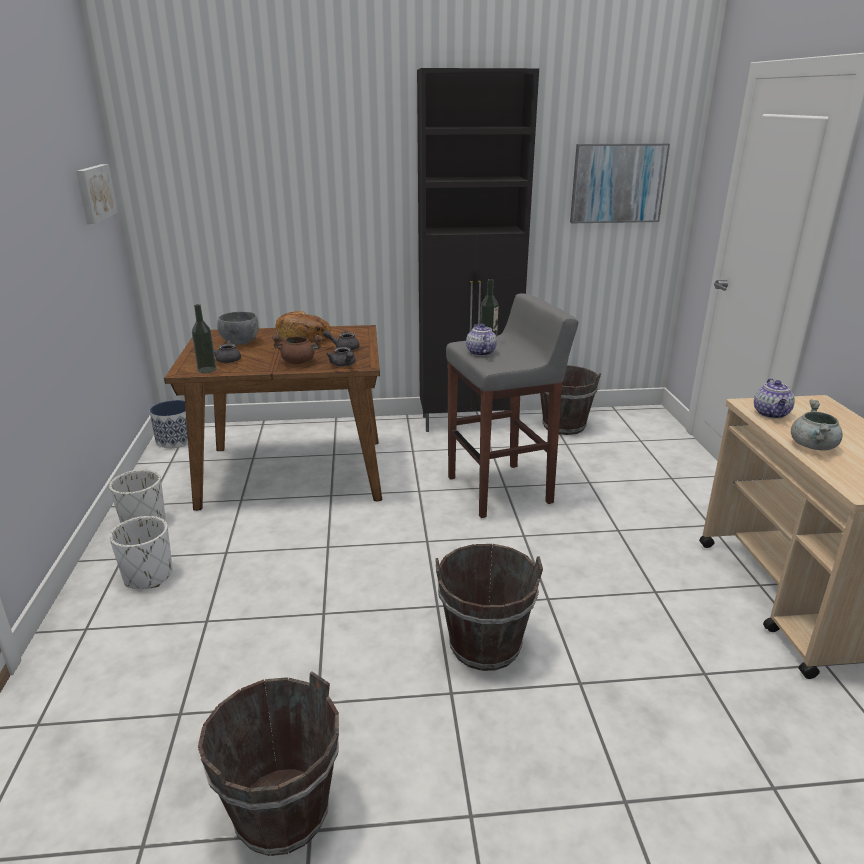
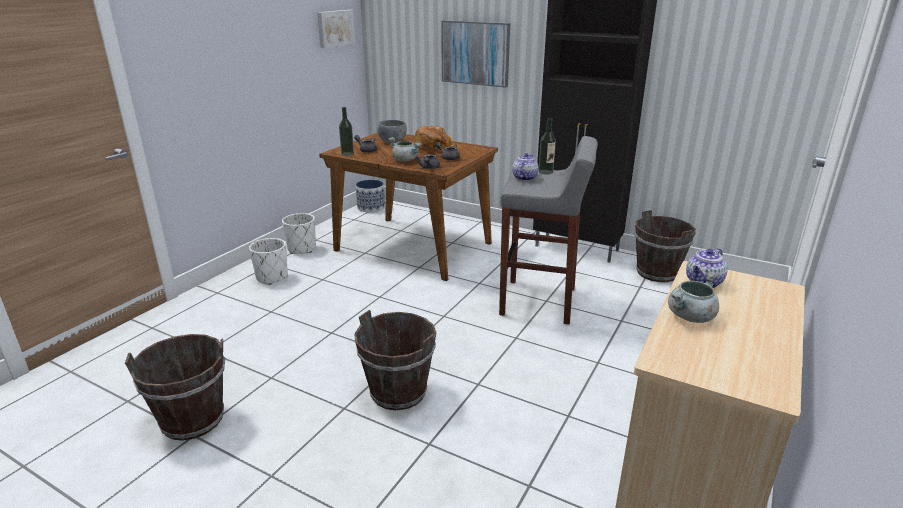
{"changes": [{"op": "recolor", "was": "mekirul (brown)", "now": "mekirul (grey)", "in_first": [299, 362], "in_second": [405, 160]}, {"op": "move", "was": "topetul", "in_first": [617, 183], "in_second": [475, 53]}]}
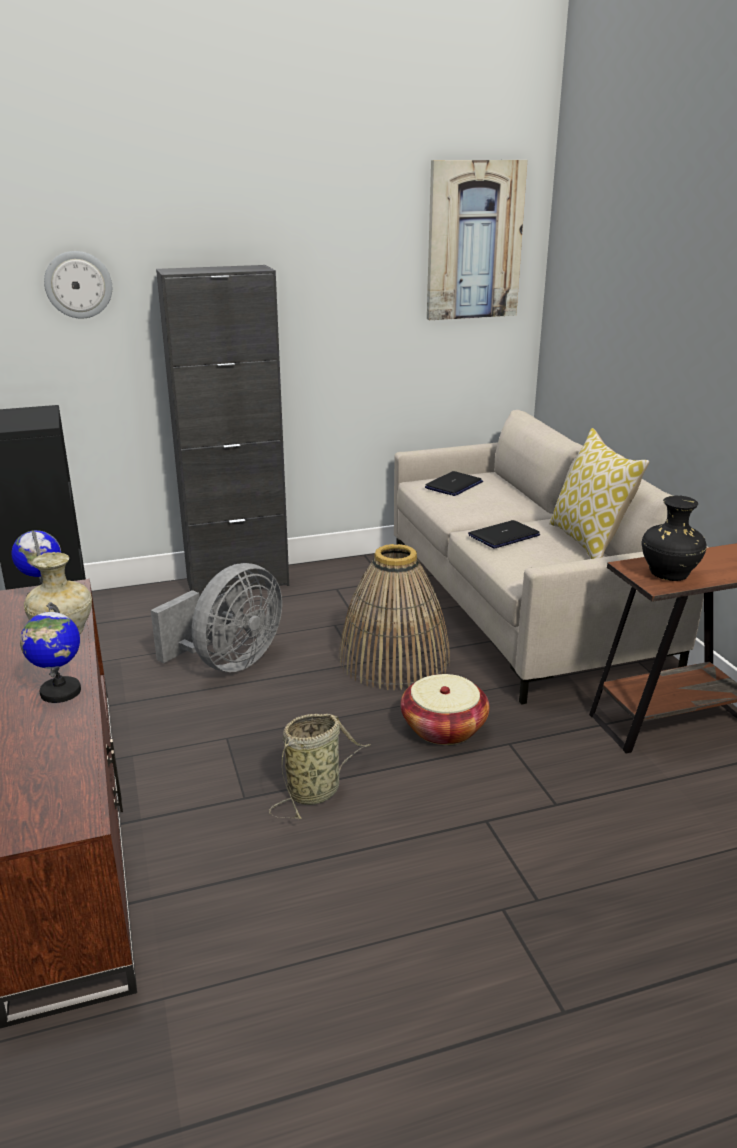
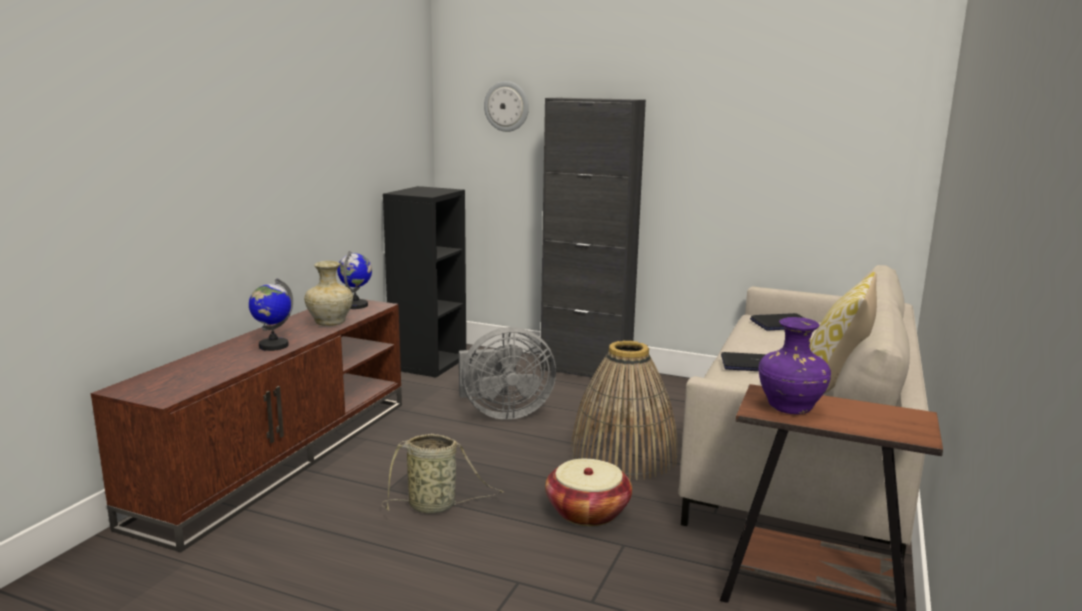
{"changes": [{"op": "recolor", "was": "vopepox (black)", "now": "vopepox (purple)", "in_first": [668, 575], "in_second": [789, 408]}, {"op": "delete", "was": "topetul", "in_first": [474, 241]}]}
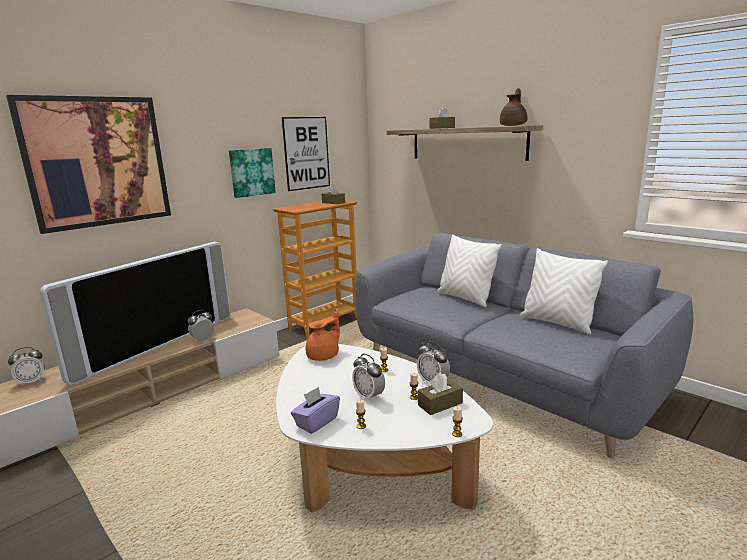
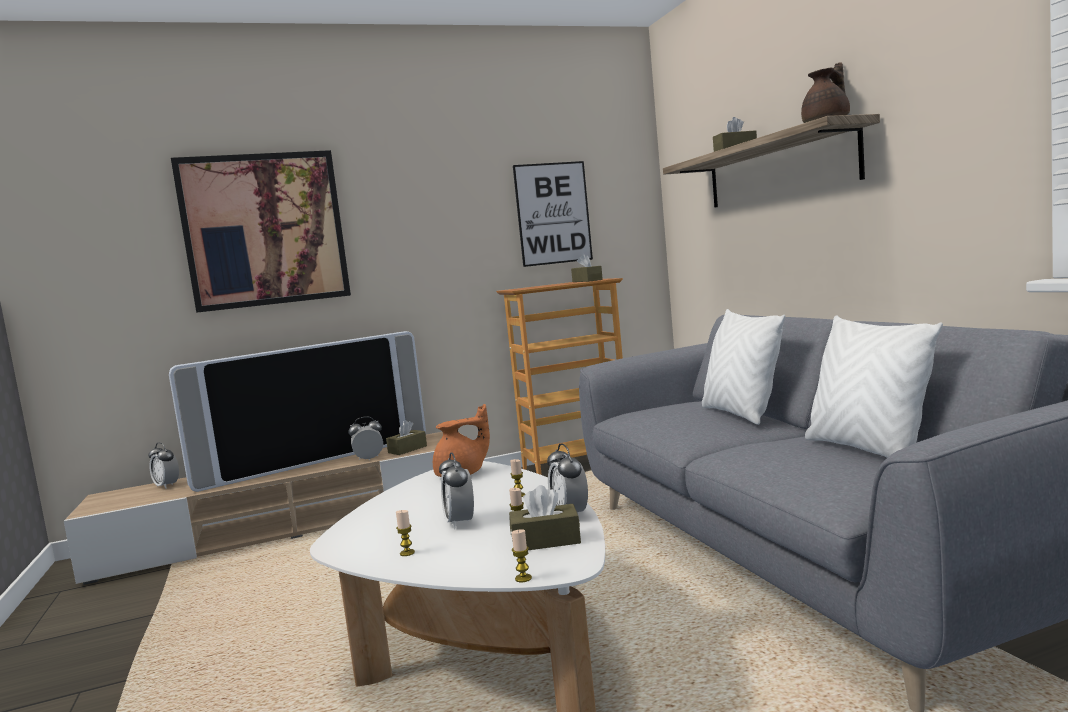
{"changes": [{"op": "rotate", "was": "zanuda", "in_first": [32, 381], "in_second": [167, 486], "clockwise": 45}, {"op": "insert", "now": "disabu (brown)", "in_second": [407, 449]}, {"op": "delete", "was": "topetul", "in_first": [251, 172]}, {"op": "delete", "was": "disabu (purple)", "in_first": [316, 422]}]}
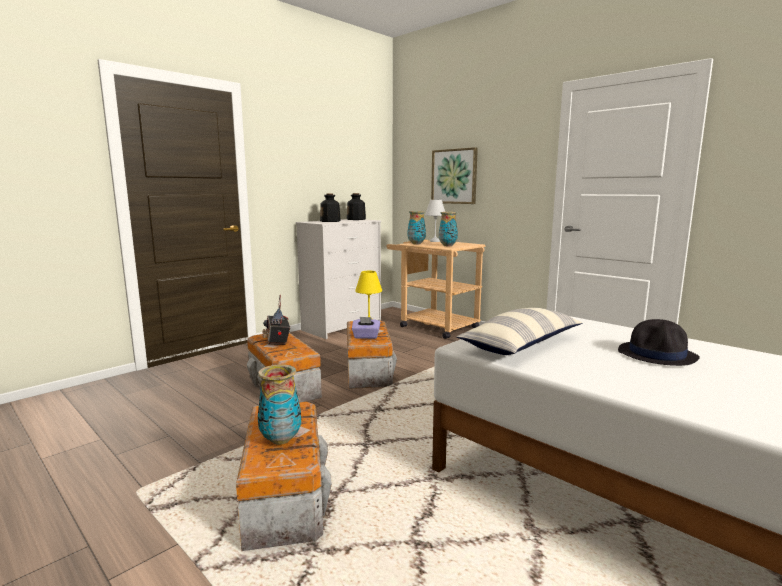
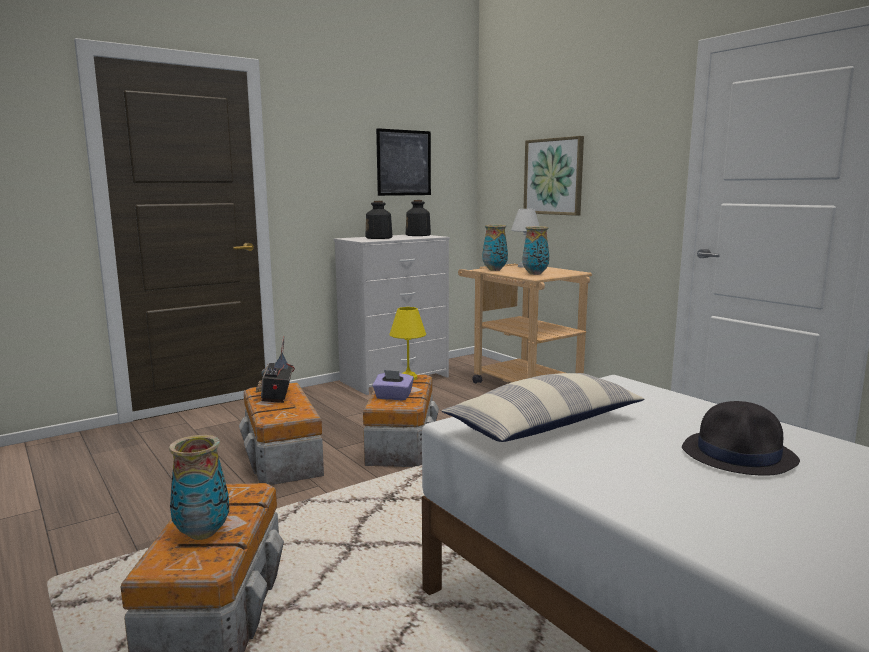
{"changes": [{"op": "insert", "now": "topetul", "in_second": [404, 163]}]}
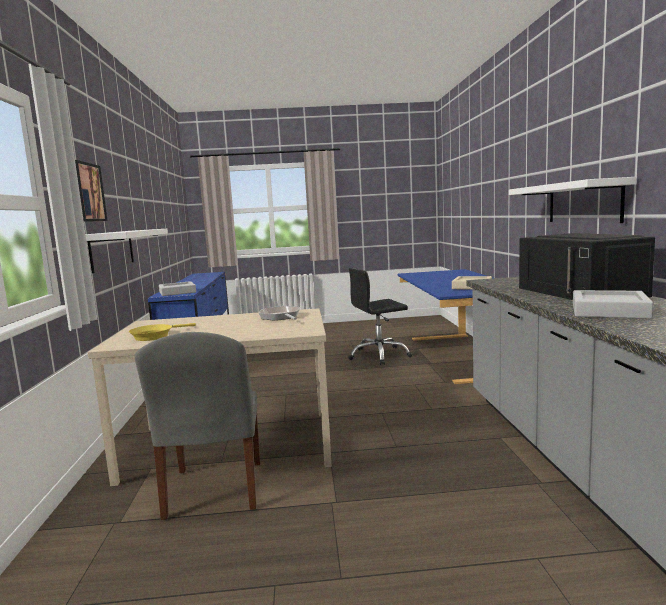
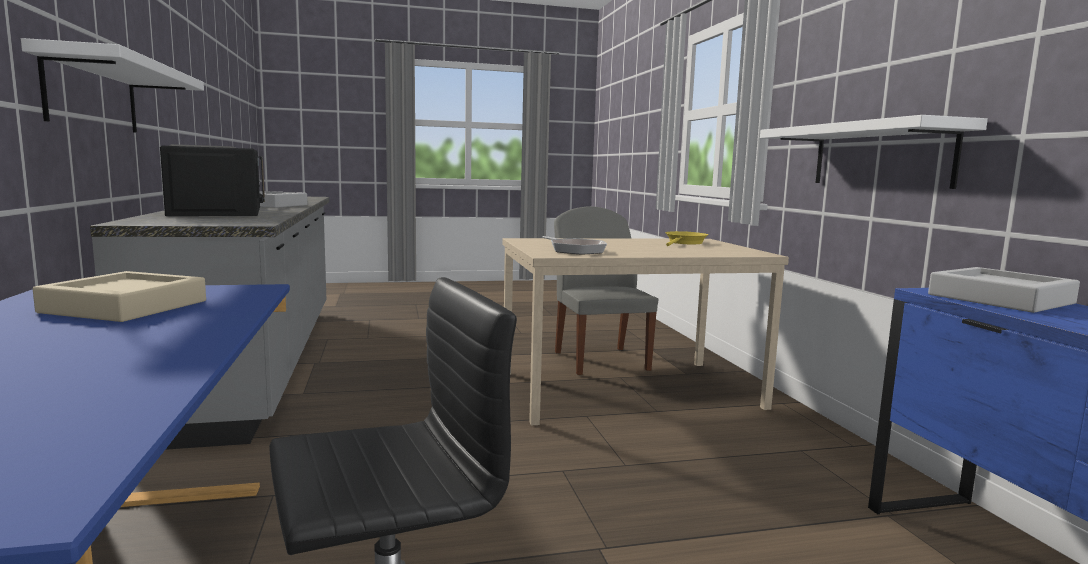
{"changes": [{"op": "delete", "was": "topetul", "in_first": [85, 192]}]}
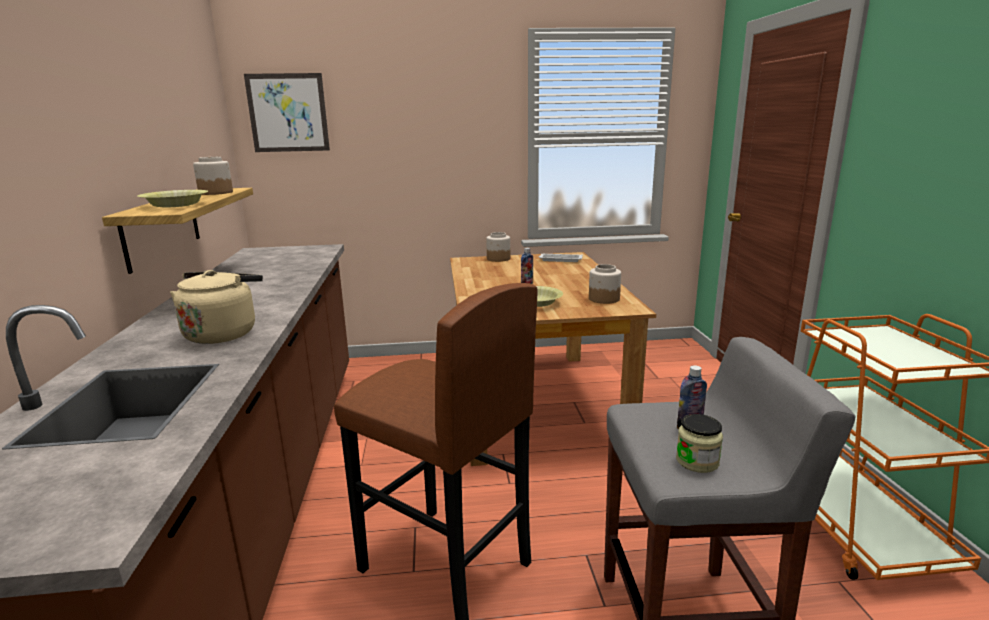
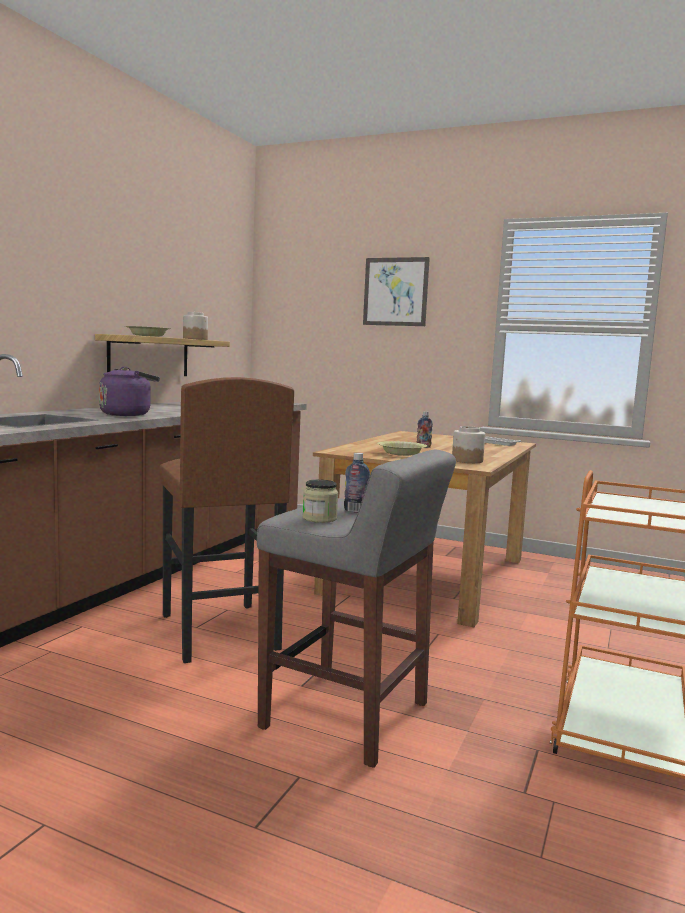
{"changes": [{"op": "recolor", "was": "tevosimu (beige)", "now": "tevosimu (purple)", "in_first": [223, 333], "in_second": [128, 414]}, {"op": "move", "was": "topetul", "in_first": [288, 113], "in_second": [395, 291]}, {"op": "delete", "was": "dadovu", "in_first": [498, 259]}]}
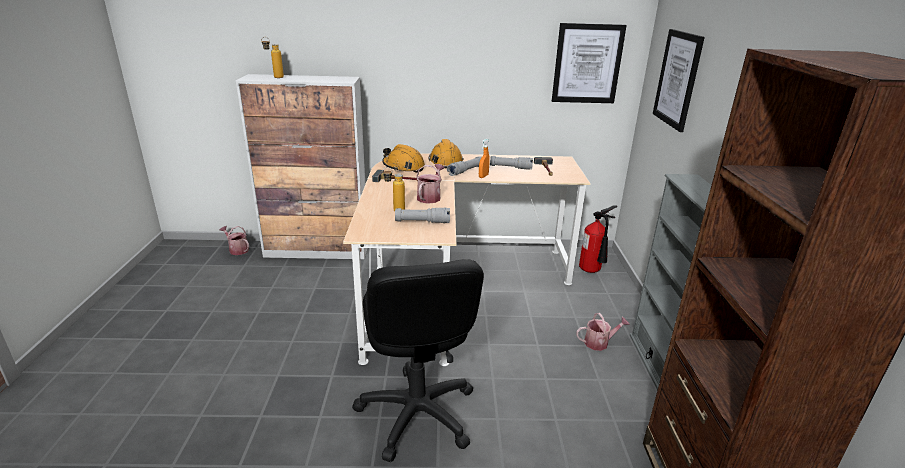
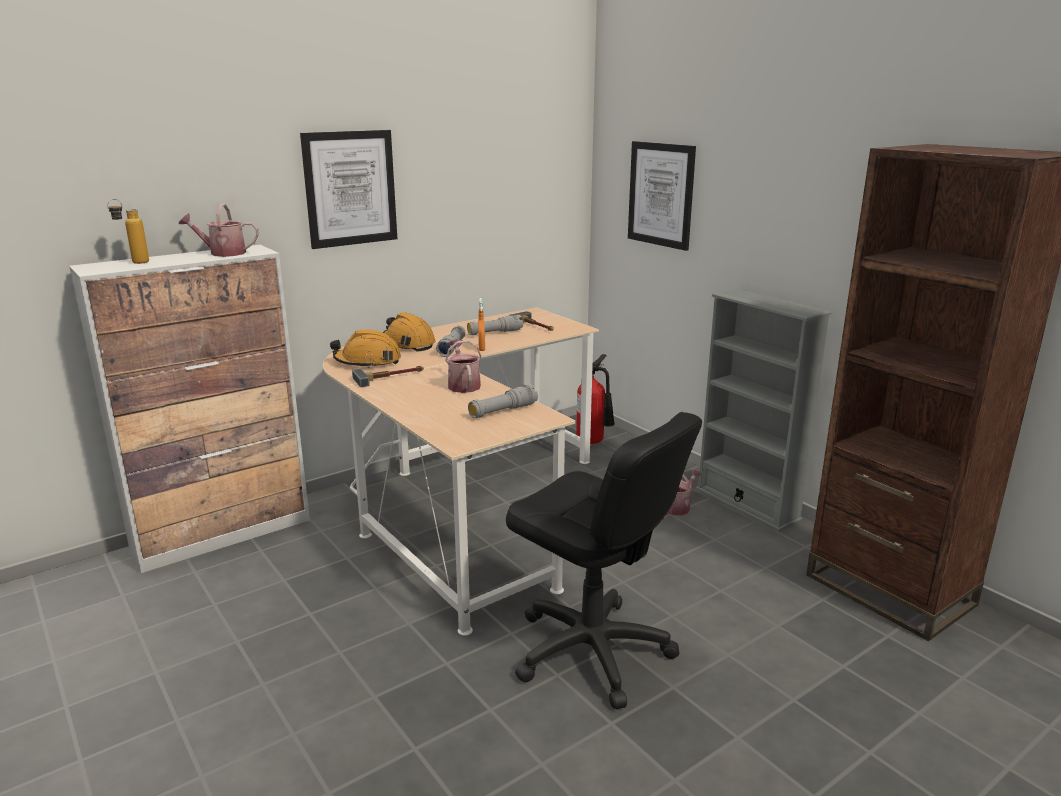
{"changes": [{"op": "move", "was": "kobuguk", "in_first": [237, 250], "in_second": [223, 253]}, {"op": "move", "was": "topetul", "in_first": [587, 64], "in_second": [350, 188]}, {"op": "delete", "was": "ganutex", "in_first": [394, 210]}]}
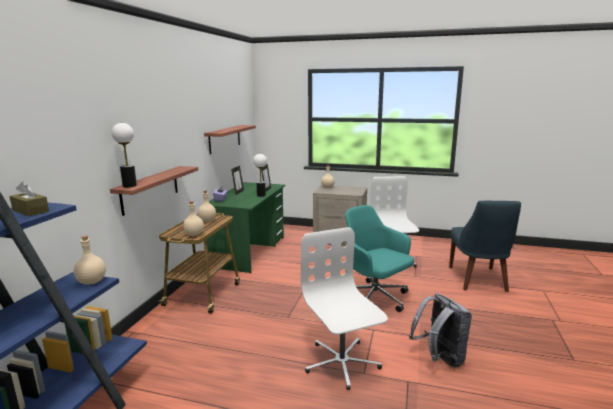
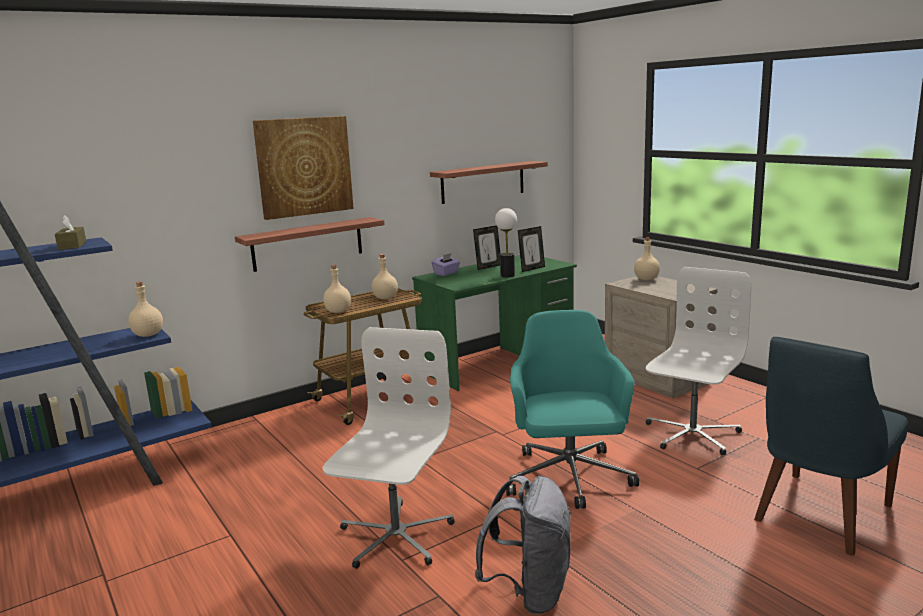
{"changes": [{"op": "insert", "now": "topetul", "in_second": [304, 166]}, {"op": "delete", "was": "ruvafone", "in_first": [129, 185]}]}
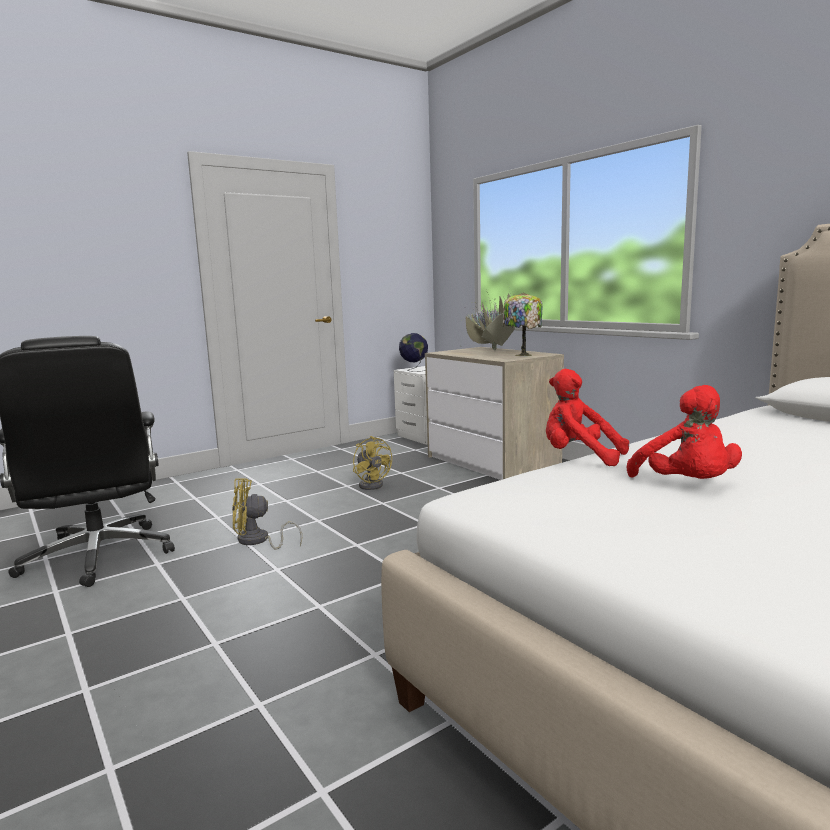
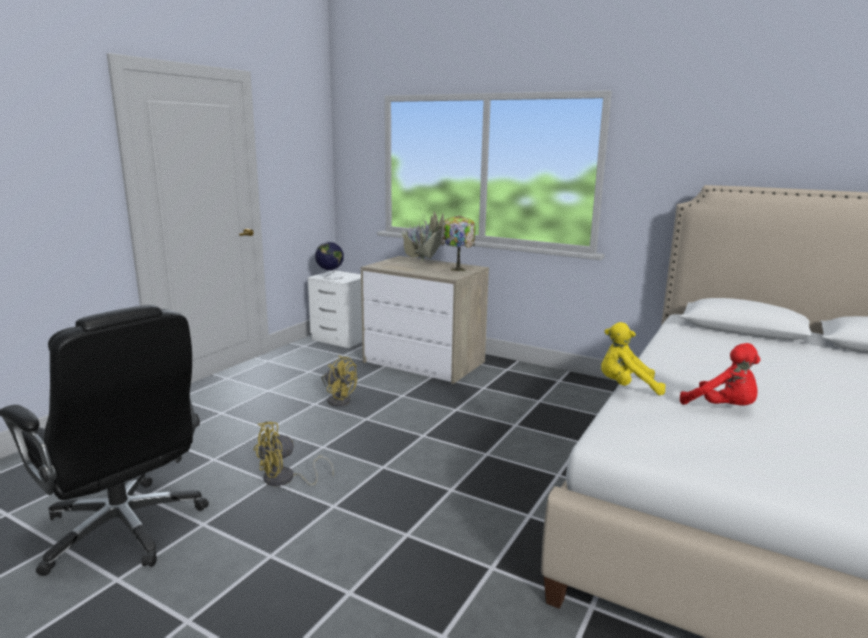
{"changes": [{"op": "recolor", "was": "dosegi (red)", "now": "dosegi (yellow)", "in_first": [579, 457], "in_second": [626, 387]}]}
